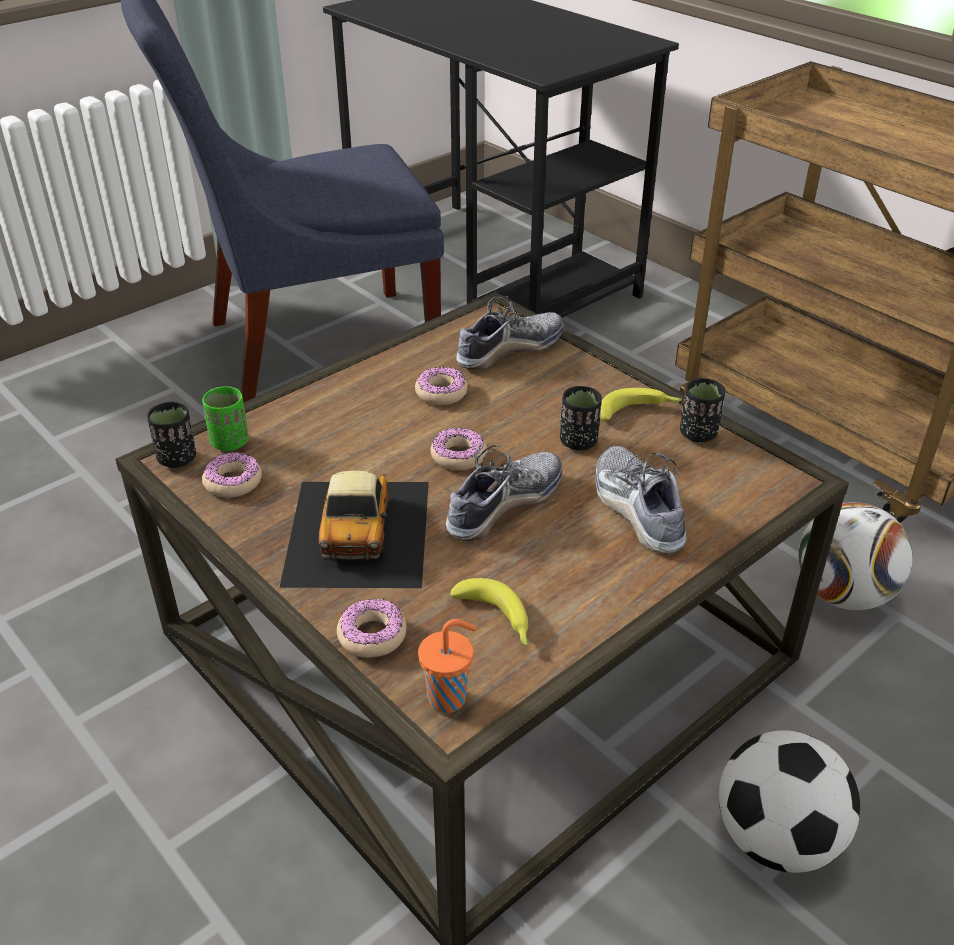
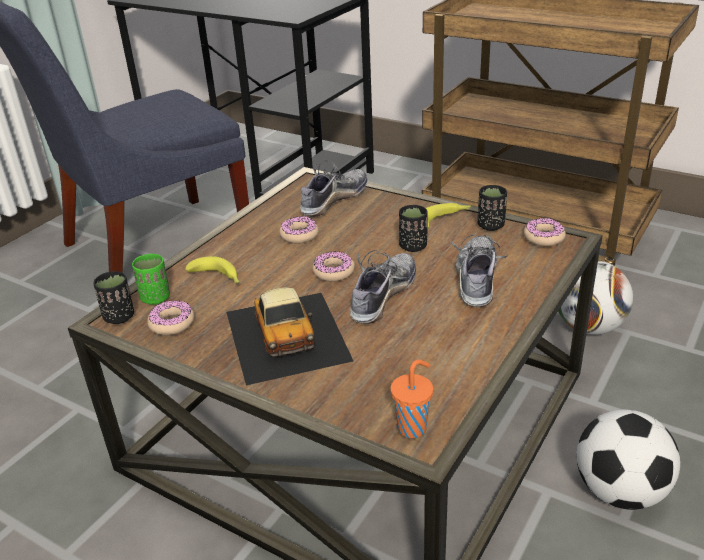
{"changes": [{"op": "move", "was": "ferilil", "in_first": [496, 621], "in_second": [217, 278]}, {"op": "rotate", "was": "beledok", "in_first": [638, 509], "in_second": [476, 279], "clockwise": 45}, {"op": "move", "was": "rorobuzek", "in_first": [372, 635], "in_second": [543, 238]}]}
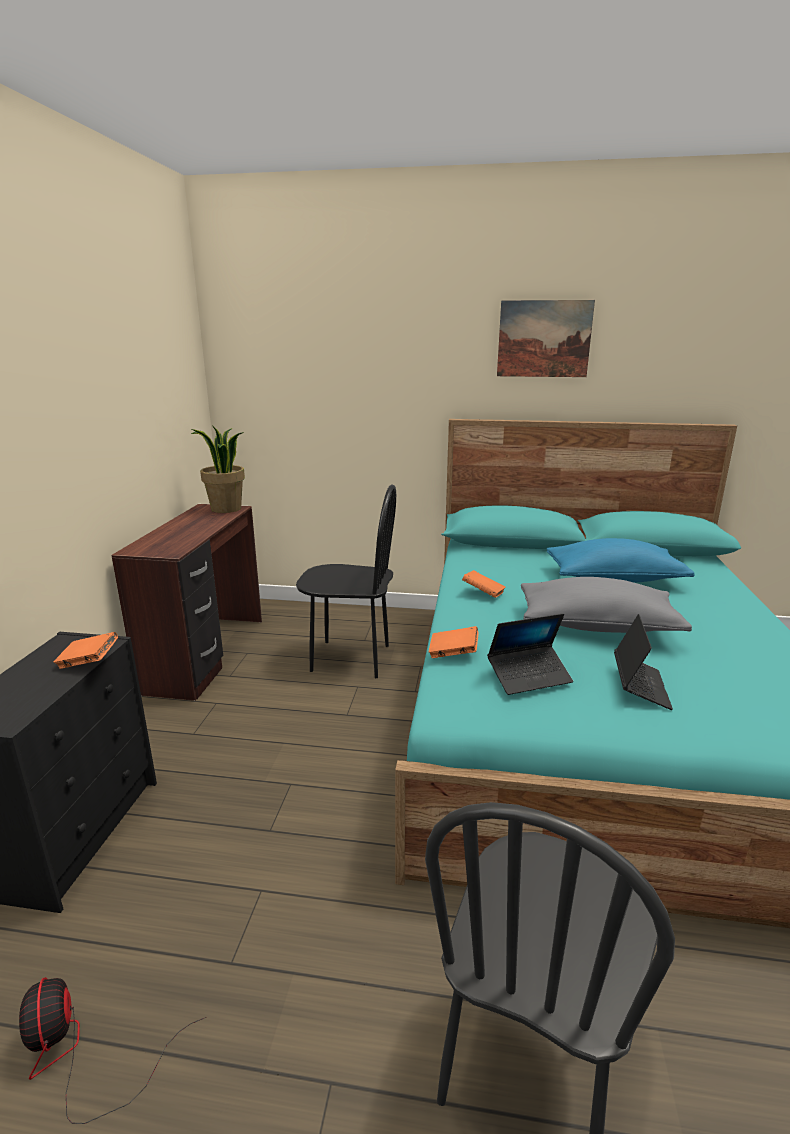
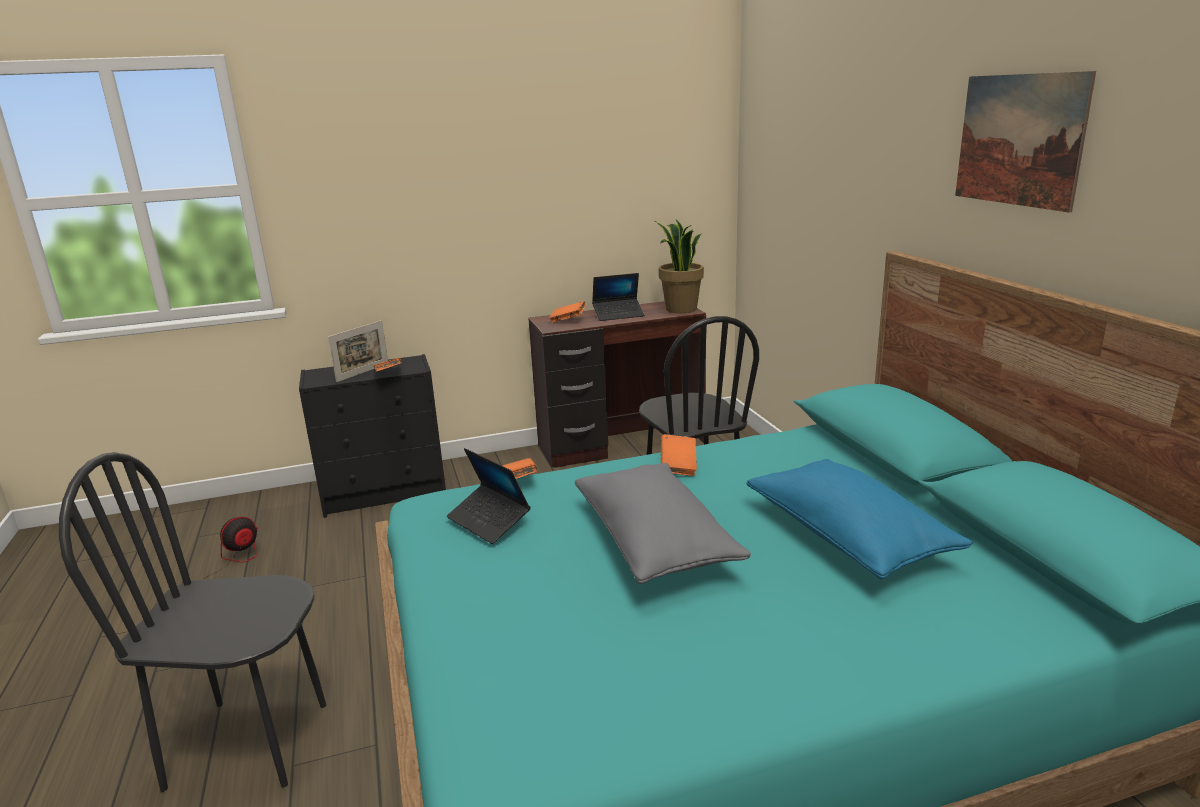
{"changes": [{"op": "insert", "now": "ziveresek", "in_second": [363, 372]}, {"op": "insert", "now": "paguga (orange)", "in_second": [568, 320]}, {"op": "move", "was": "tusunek", "in_first": [640, 686], "in_second": [618, 315]}]}
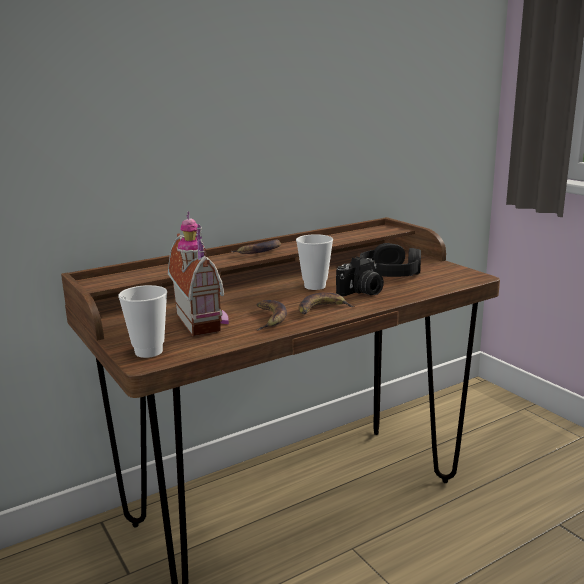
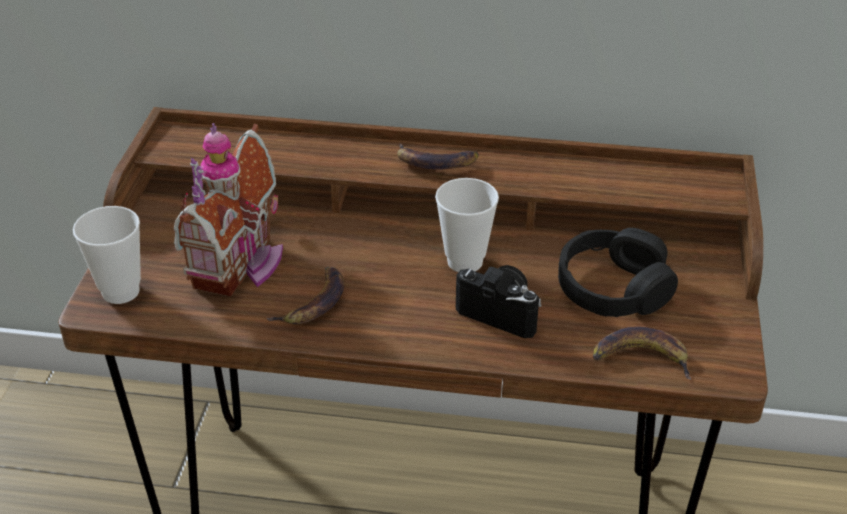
{"changes": [{"op": "rotate", "was": "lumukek", "in_first": [361, 292], "in_second": [502, 312], "clockwise": -150}, {"op": "move", "was": "ferilil", "in_first": [322, 309], "in_second": [640, 358]}]}
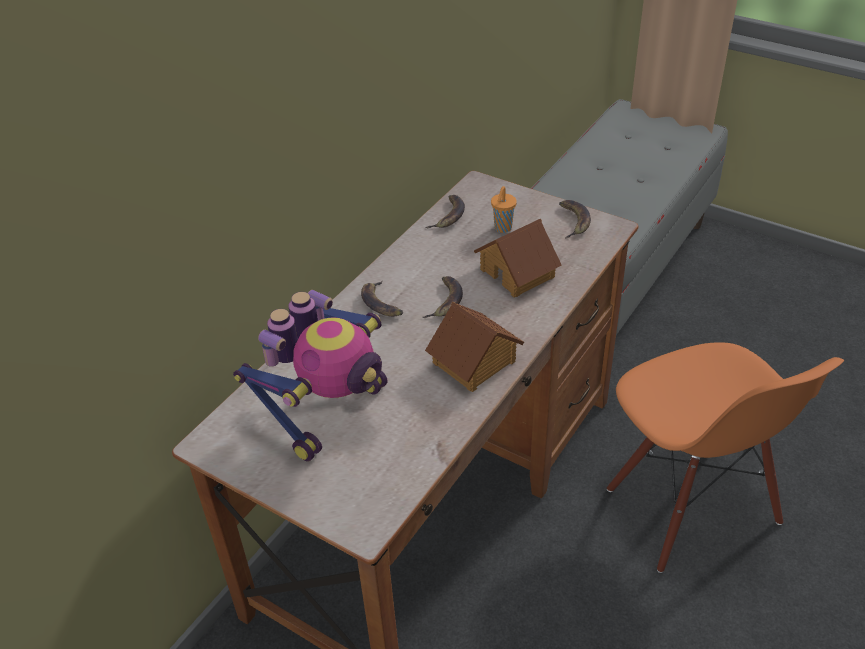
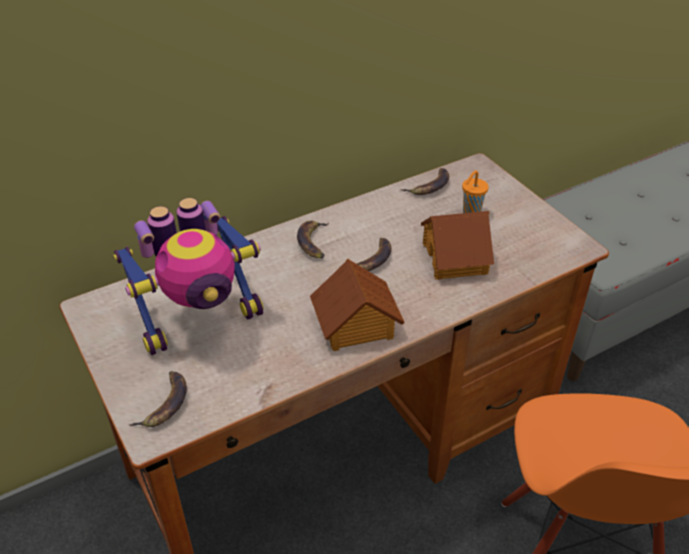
{"changes": [{"op": "move", "was": "ferilil", "in_first": [573, 221], "in_second": [165, 403]}]}
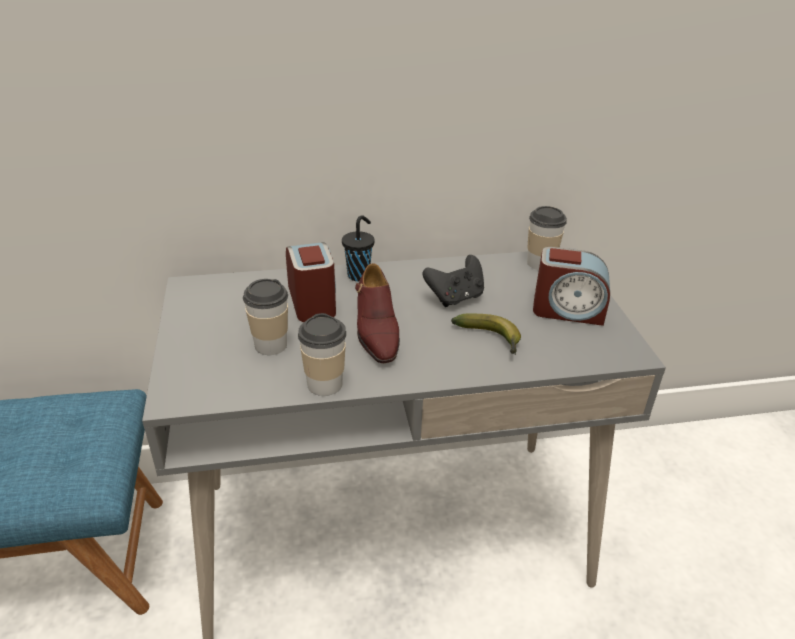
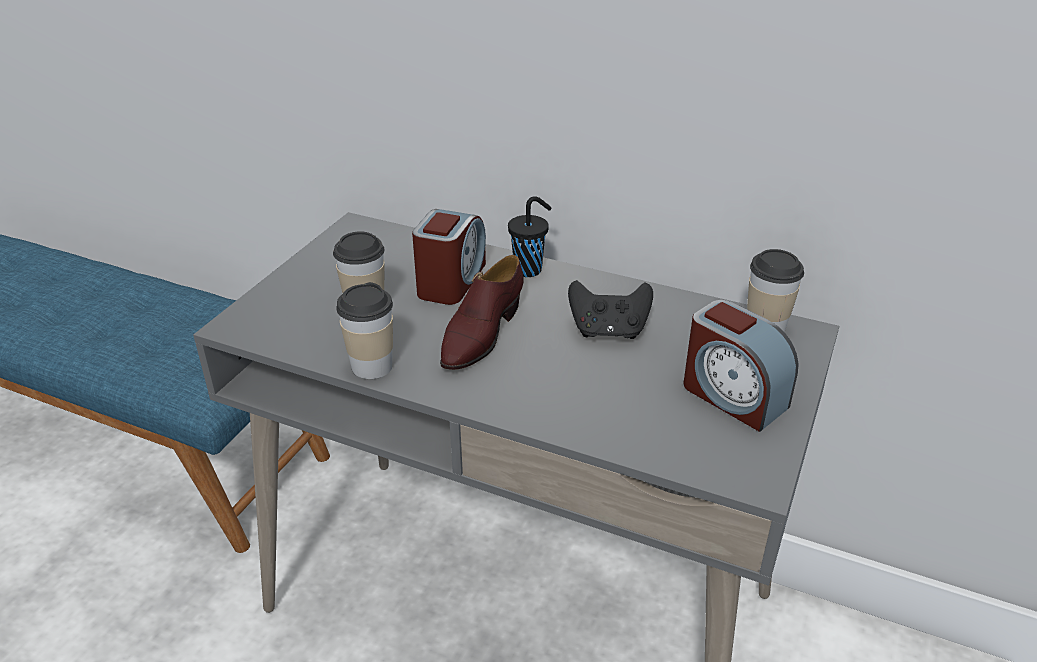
{"changes": [{"op": "delete", "was": "ferilil", "in_first": [491, 339]}]}
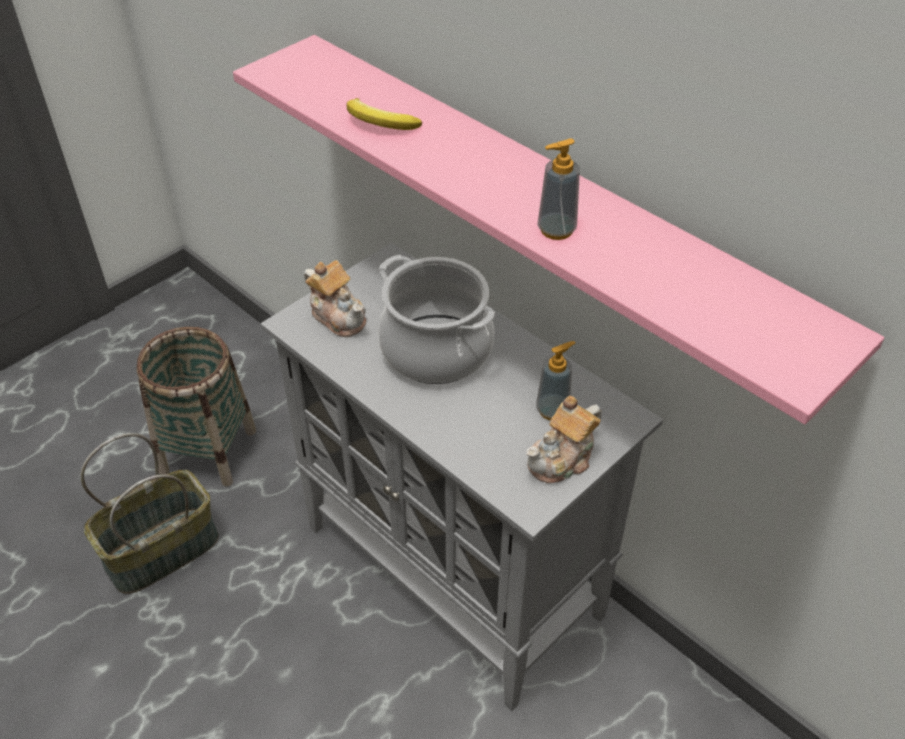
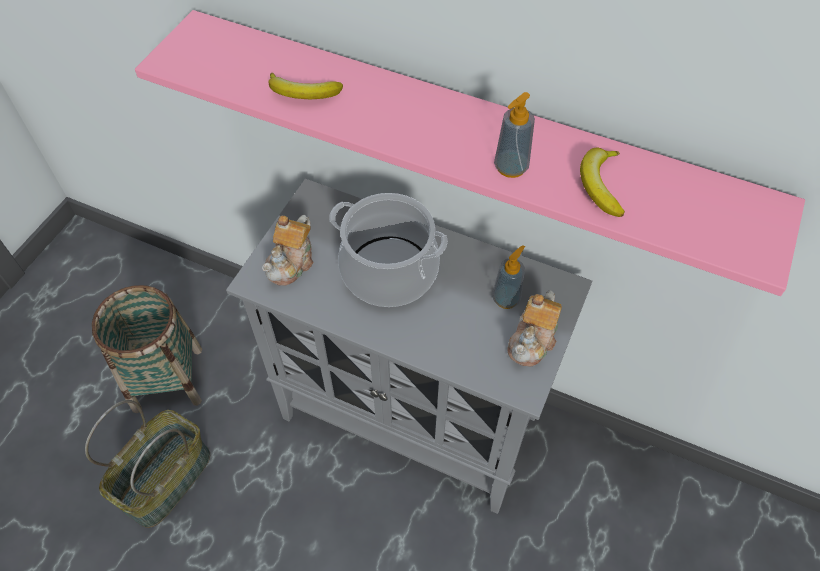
{"changes": [{"op": "rotate", "was": "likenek", "in_first": [338, 316], "in_second": [292, 263], "clockwise": 90}, {"op": "insert", "now": "ferilil", "in_second": [600, 185]}]}
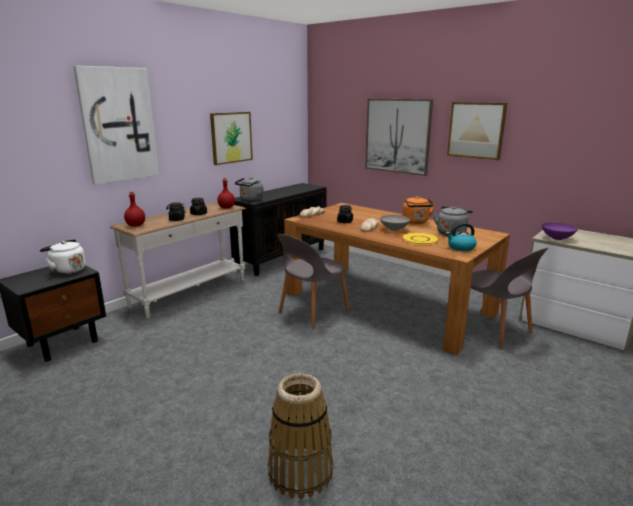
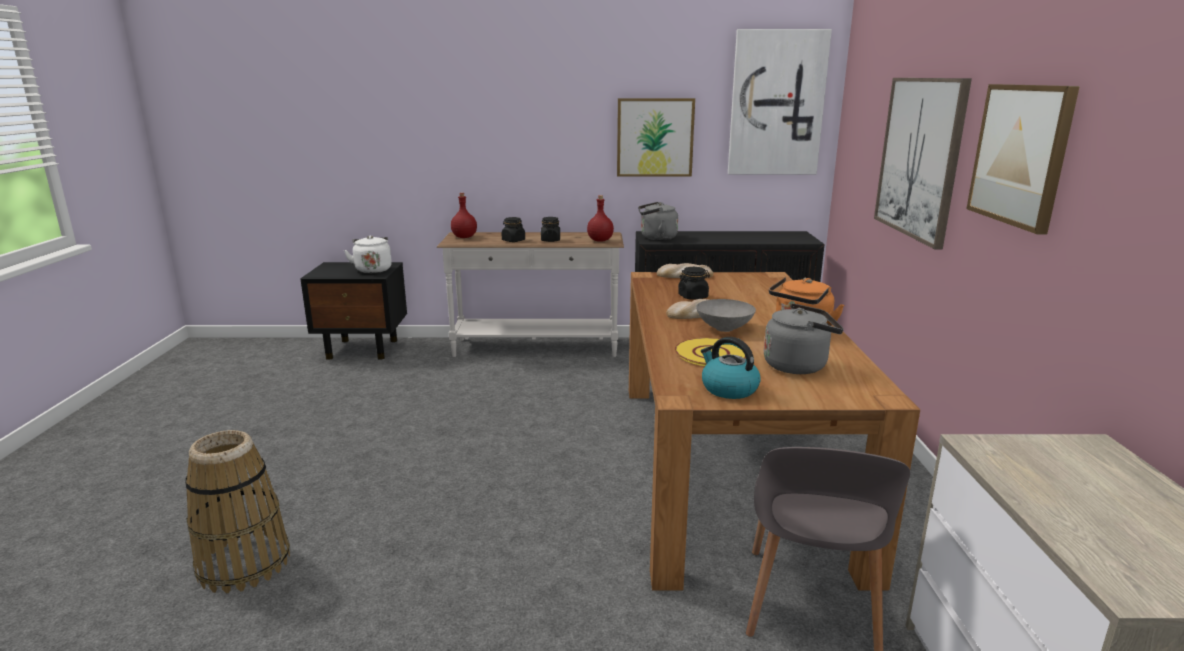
{"changes": [{"op": "move", "was": "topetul", "in_first": [118, 125], "in_second": [776, 103]}, {"op": "delete", "was": "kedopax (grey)", "in_first": [312, 312]}, {"op": "delete", "was": "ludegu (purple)", "in_first": [557, 238]}]}
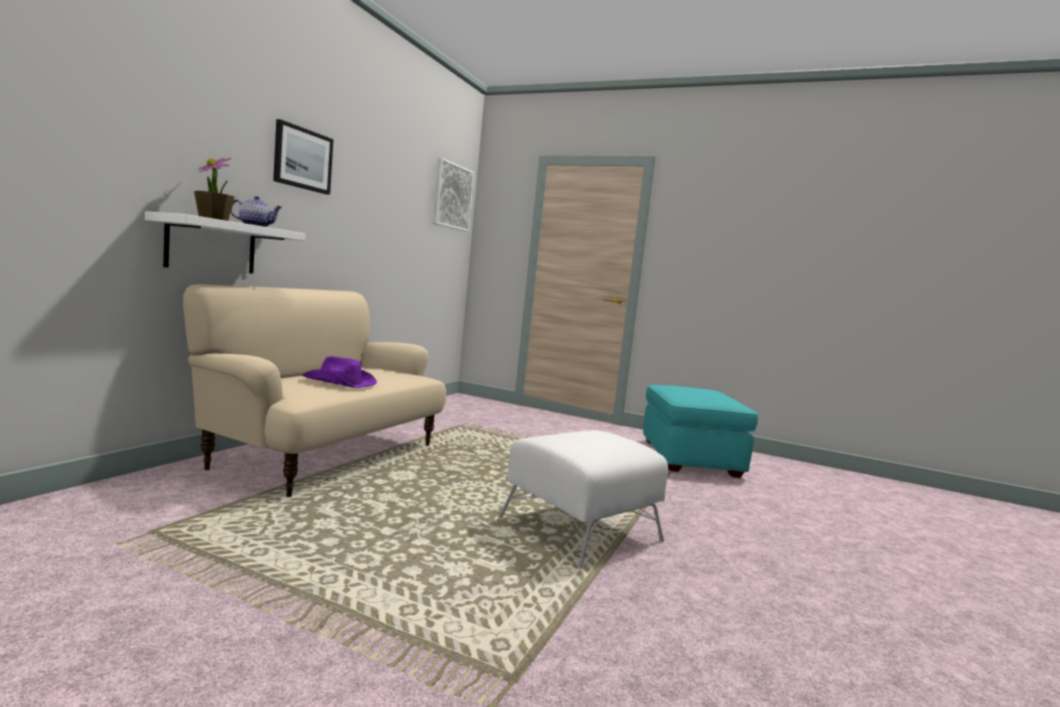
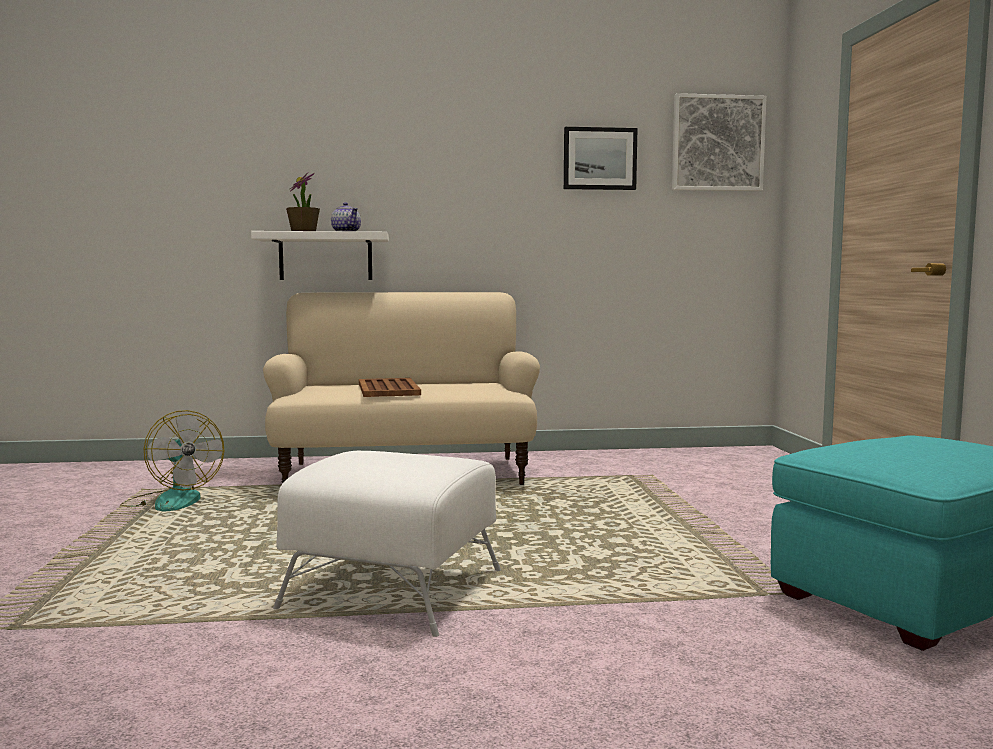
{"changes": [{"op": "insert", "now": "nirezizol", "in_second": [172, 500]}, {"op": "replace", "was": "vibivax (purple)", "now": "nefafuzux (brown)", "in_first": [340, 382], "in_second": [388, 389]}, {"op": "move", "was": "topetul", "in_first": [303, 159], "in_second": [599, 159]}]}
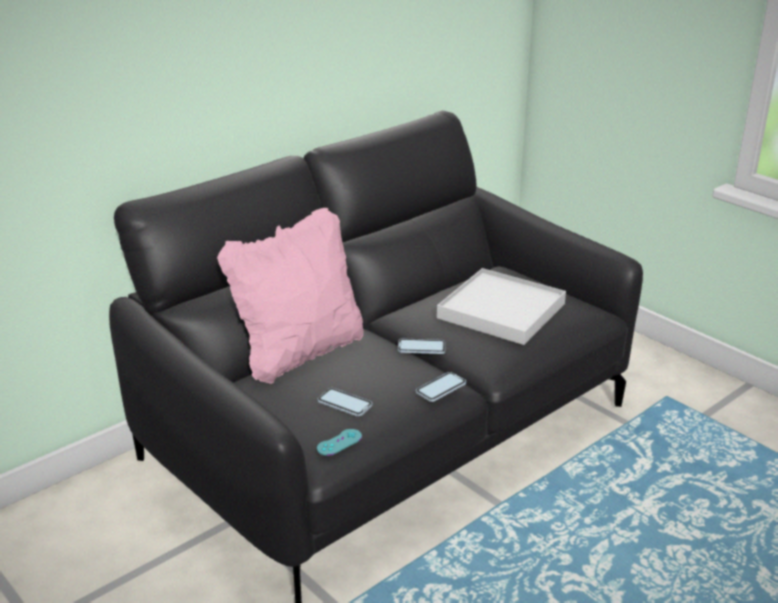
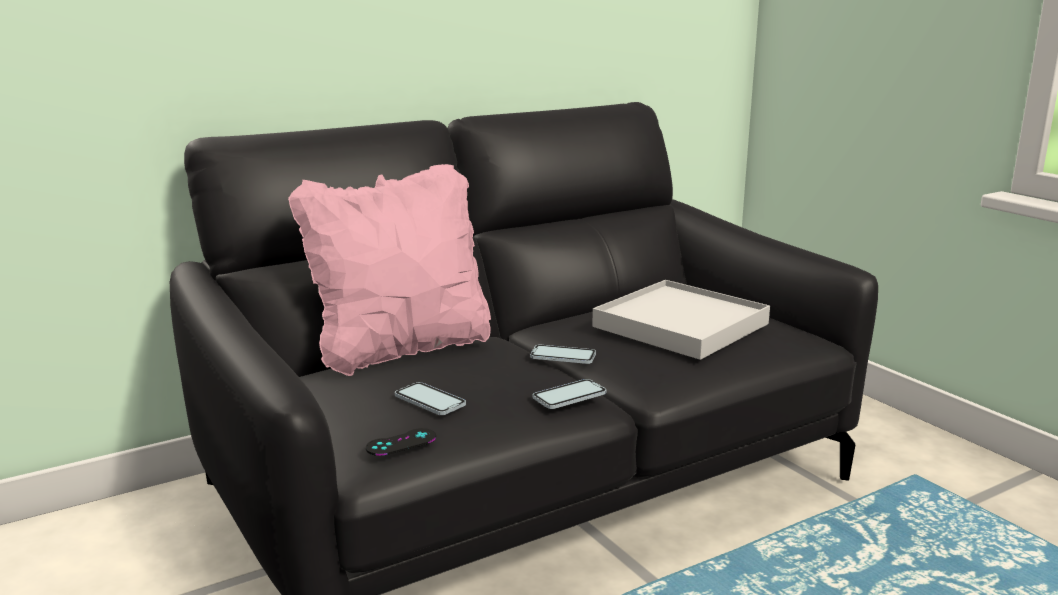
{"changes": [{"op": "recolor", "was": "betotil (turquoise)", "now": "betotil (black)", "in_first": [339, 442], "in_second": [401, 442]}]}
